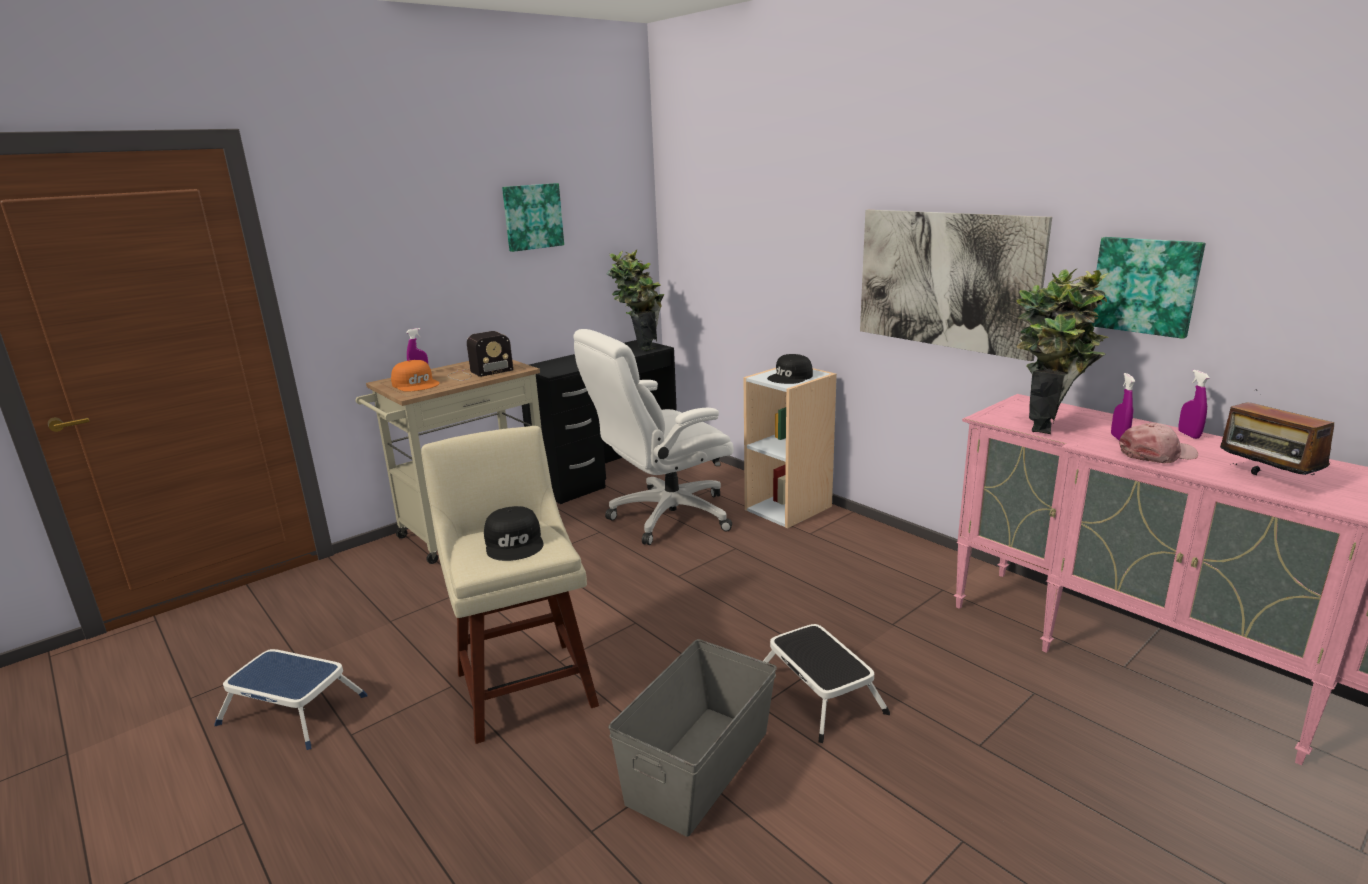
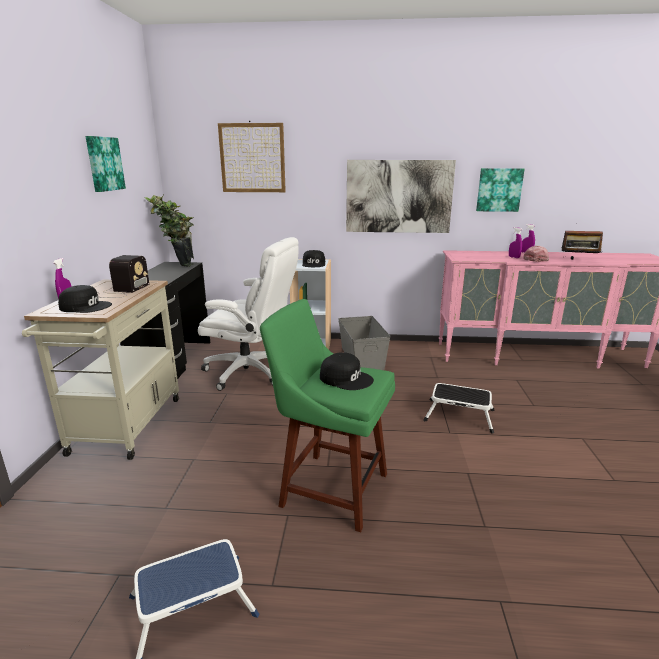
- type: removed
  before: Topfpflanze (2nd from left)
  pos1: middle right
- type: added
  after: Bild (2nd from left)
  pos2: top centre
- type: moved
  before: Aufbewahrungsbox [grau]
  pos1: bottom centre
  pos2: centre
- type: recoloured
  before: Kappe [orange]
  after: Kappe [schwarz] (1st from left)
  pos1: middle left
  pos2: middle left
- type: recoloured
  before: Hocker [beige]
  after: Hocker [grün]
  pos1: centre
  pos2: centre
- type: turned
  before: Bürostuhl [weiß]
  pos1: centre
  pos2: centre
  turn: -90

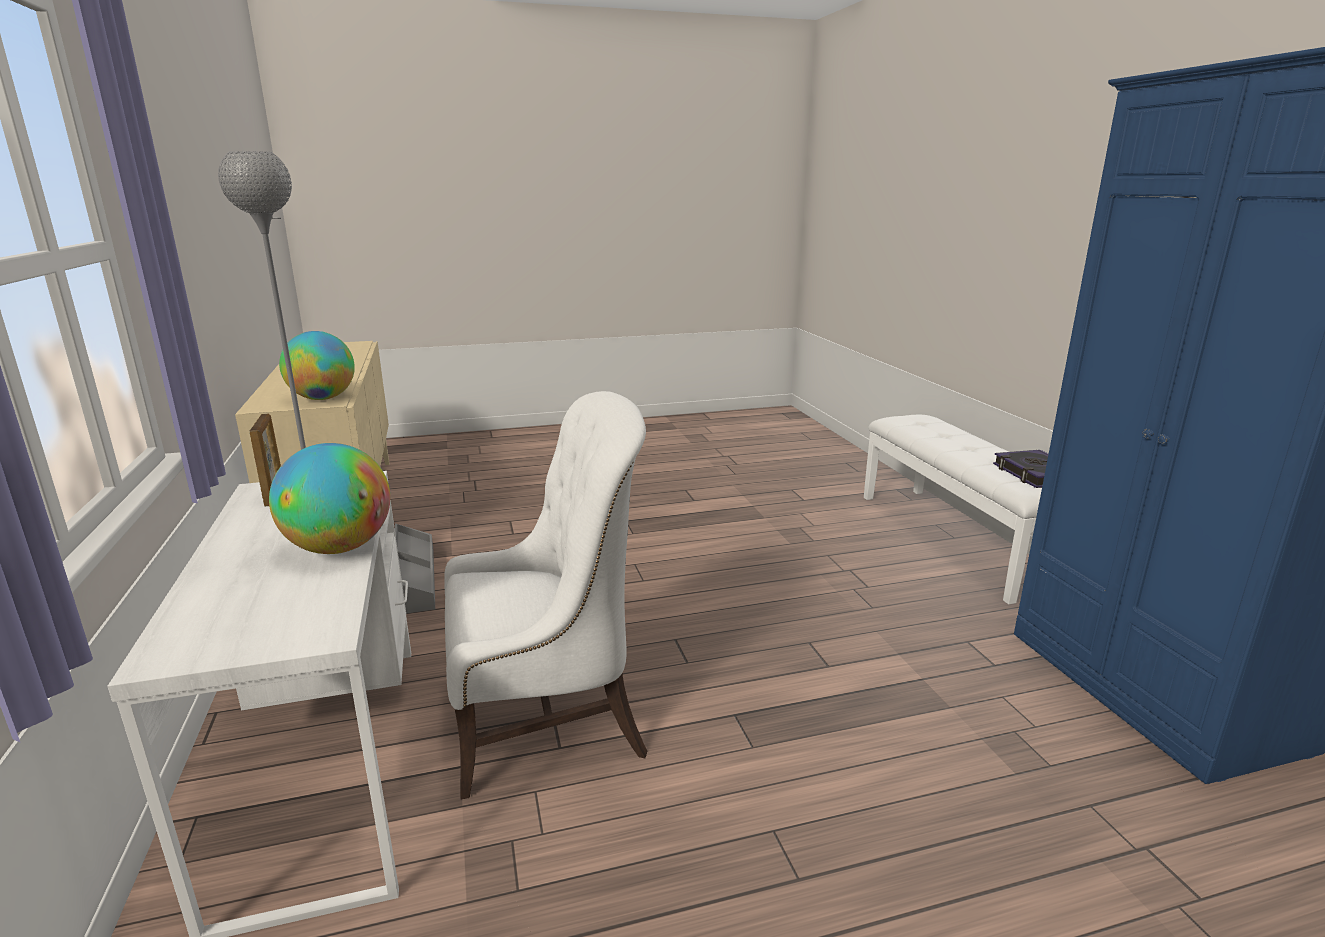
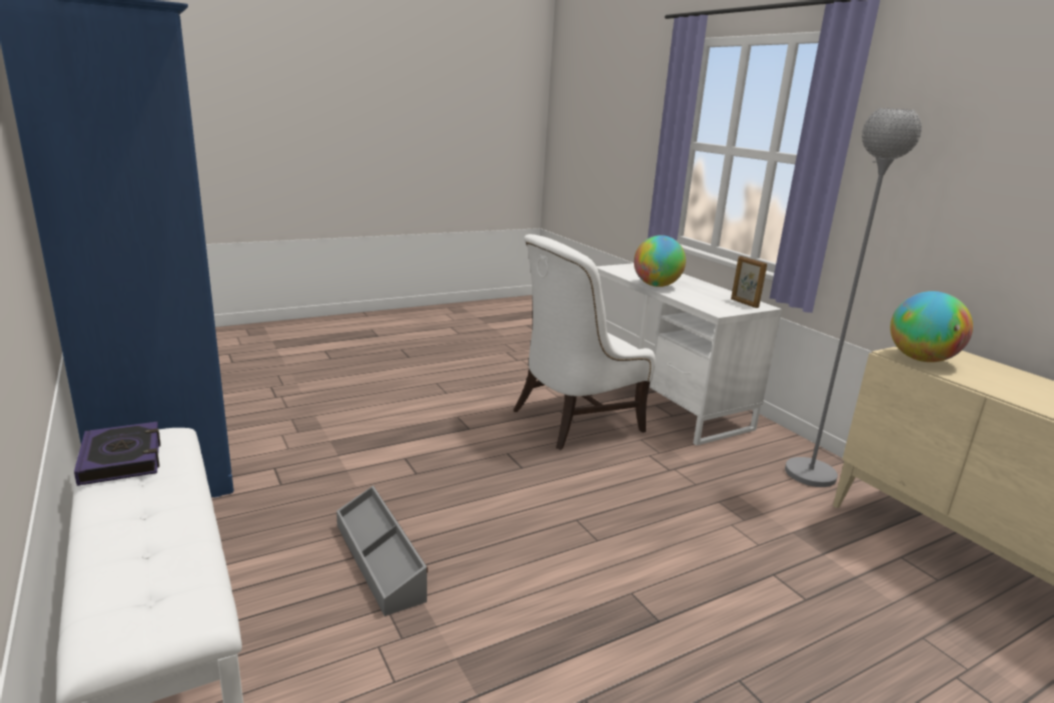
- type: moved
  before: Aufbewahrungsbox [grau]
  pos1: middle left
  pos2: bottom centre

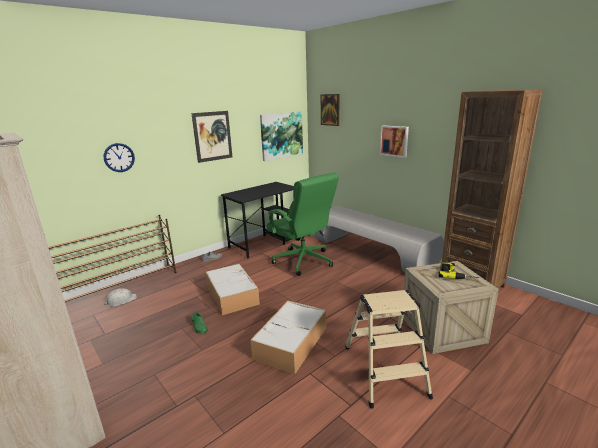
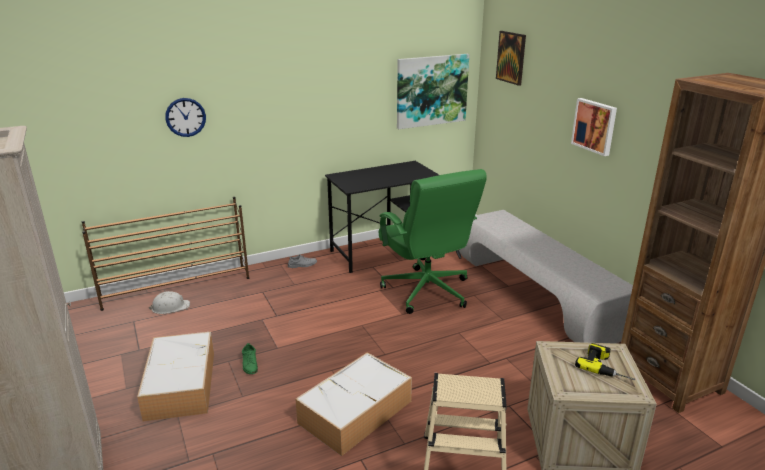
- type: removed
  before: Bild (1st from left)
  pos1: top centre
- type: moved
  before: Aufbewahrungsbox (1st from left)
  pos1: centre
  pos2: bottom left

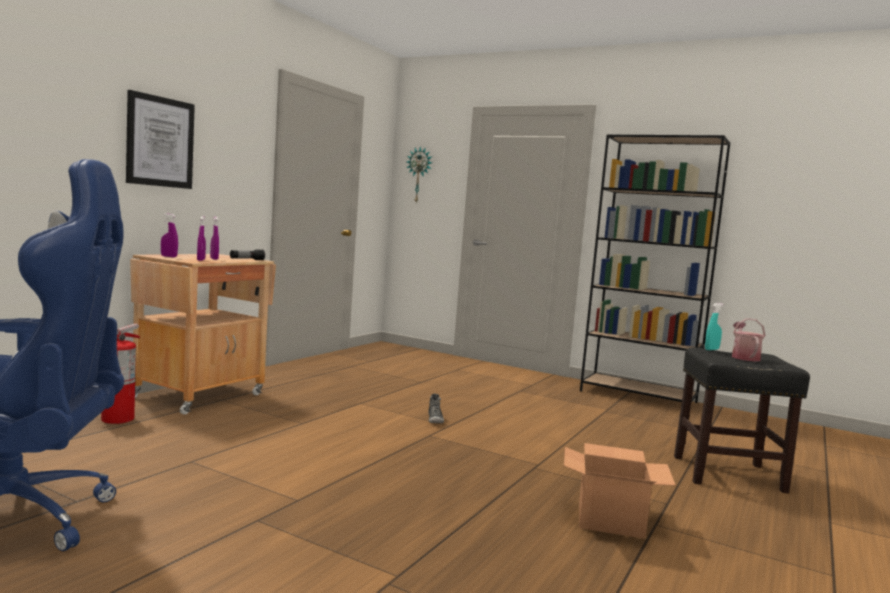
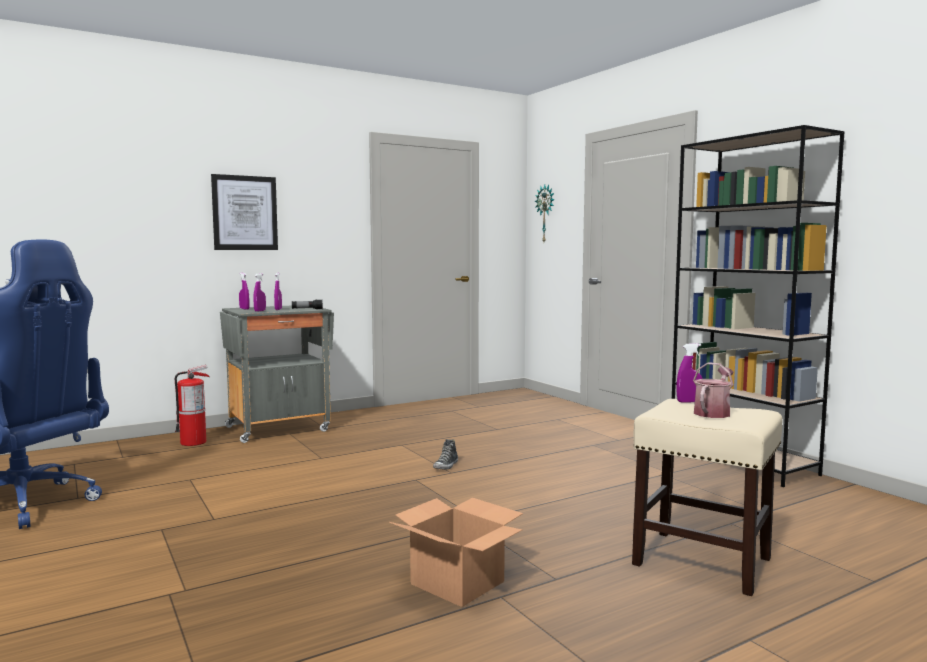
- type: recoloured
  before: Rollwagen [braun]
  after: Rollwagen [grau]
  pos1: middle left
  pos2: middle left
- type: recoloured
  before: Hocker [schwarz]
  after: Hocker [beige]
  pos1: bottom right
  pos2: bottom right
- type: recoloured
  before: Sprühflasche [türkis]
  after: Sprühflasche [lila] (4th from left)
  pos1: middle right
  pos2: middle right

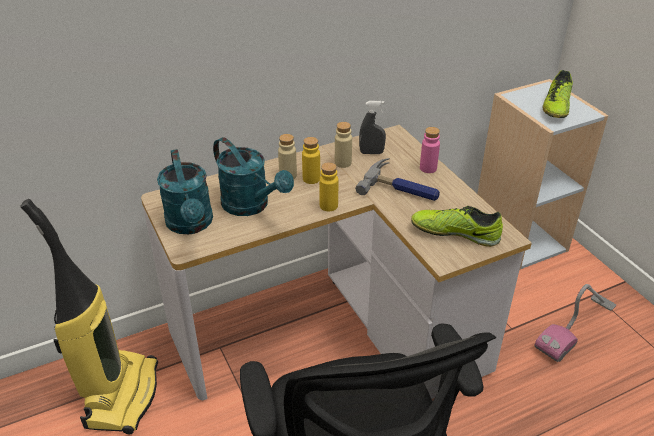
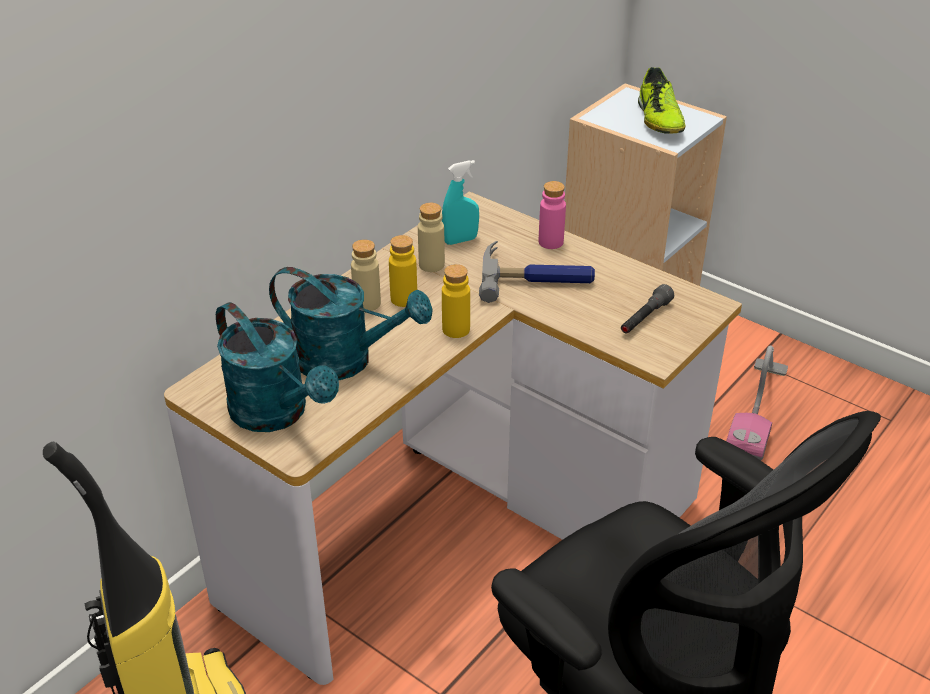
- type: replaced
  before: Schuh (1st from left)
  after: Taschenlampe [grau]
  pos1: middle right
  pos2: middle right
- type: recoloured
  before: Sprühflasche [grau]
  after: Sprühflasche [türkis]
  pos1: top centre
  pos2: top centre

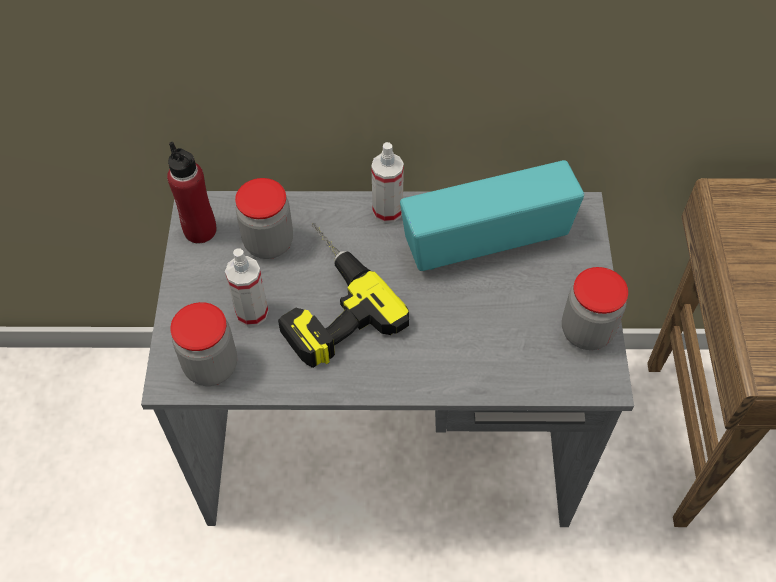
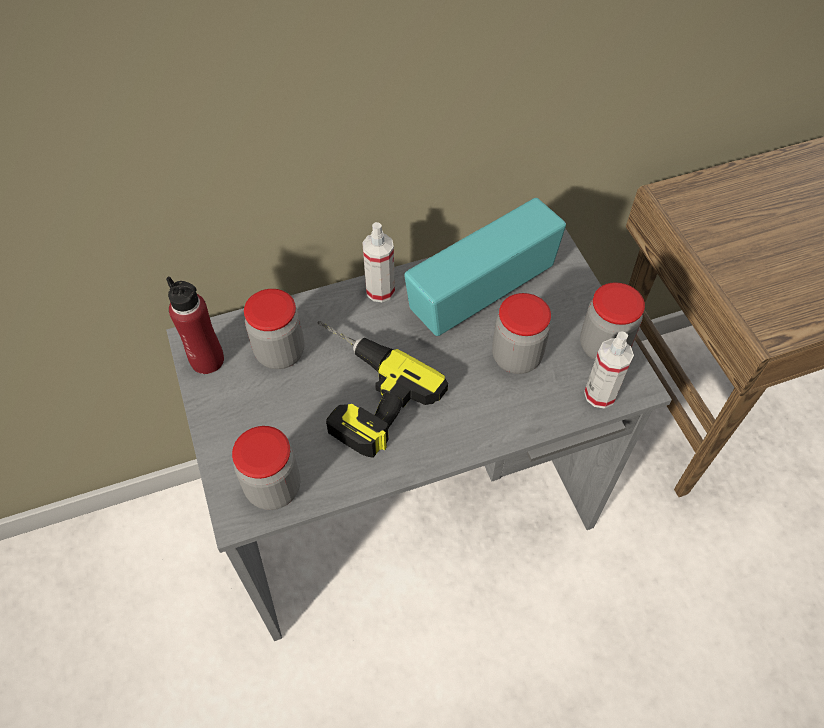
- type: added
  after: Vorratsglas (3rd from left)
  pos2: centre
- type: moved
  before: Sprühflasche (1st from left in the first image)
  after: Sprühflasche (2nd from left)
  pos1: middle left
  pos2: middle right

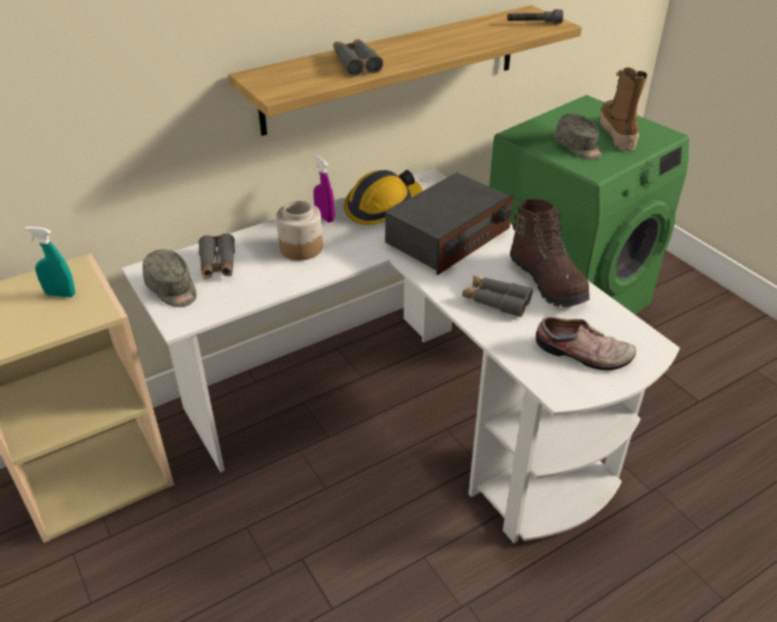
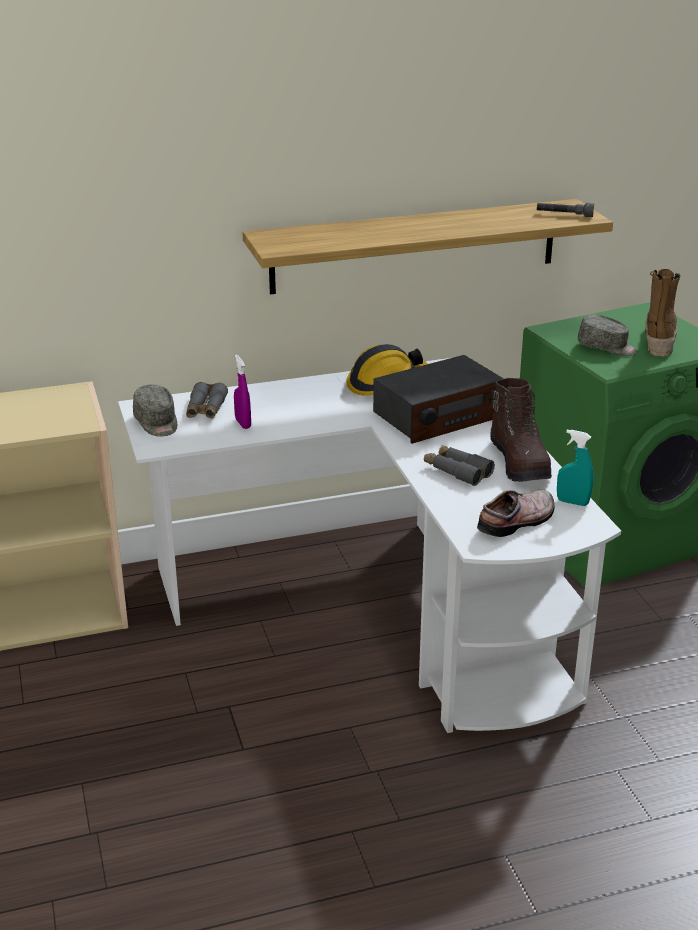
- type: removed
  before: Vorratsglas
  pos1: centre
- type: removed
  before: Fernglas [grau] (2nd from left)
  pos1: top centre
- type: moved
  before: Sprühflasche [türkis]
  pos1: middle left
  pos2: middle right
- type: moved
  before: Sprühflasche [lila]
  pos1: top centre
  pos2: centre
- type: turned
  before: Schuh
  pos1: middle right
  pos2: middle right
  turn: -75
- type: turned
  before: Kappe [grau] (2nd from left)
  pos1: top right
  pos2: middle right
  turn: -45

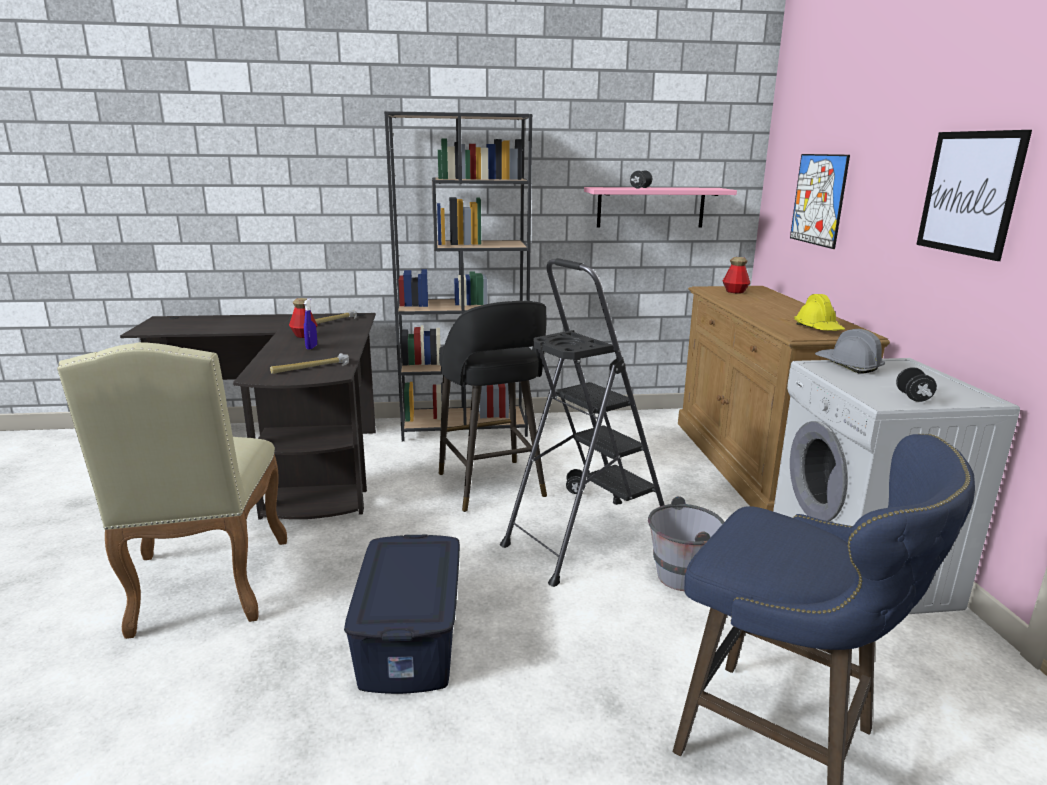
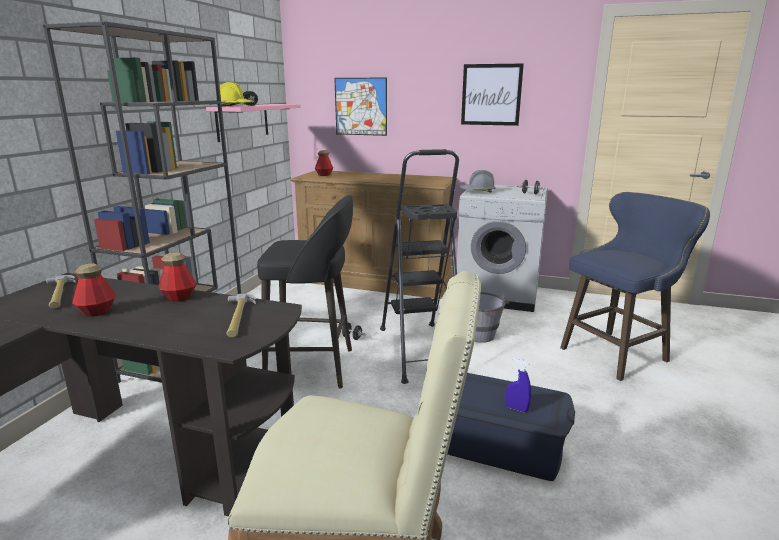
- type: added
  after: Flasche (2nd from left)
  pos2: middle left
- type: moved
  before: Sprühflasche [blau]
  pos1: middle left
  pos2: bottom centre
- type: moved
  before: Schutzhelm [gelb]
  pos1: middle right
  pos2: top left

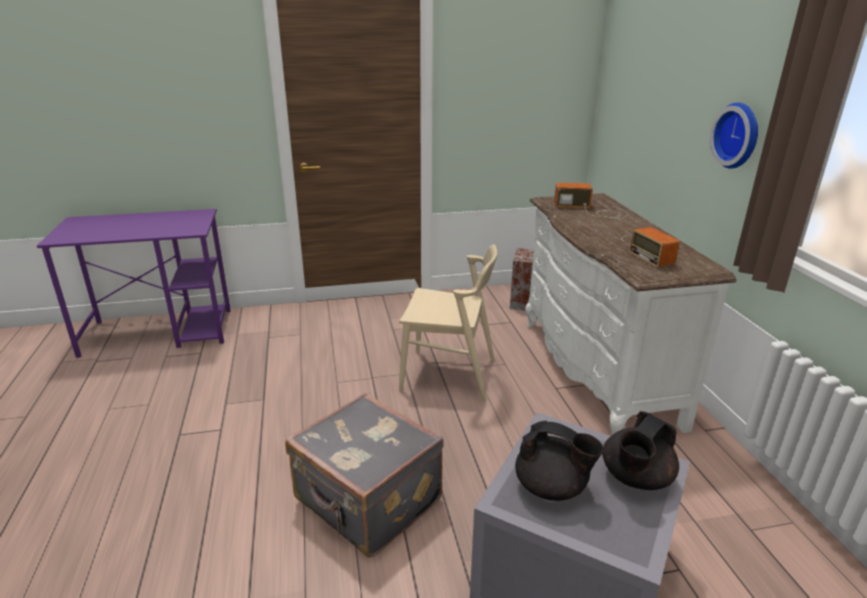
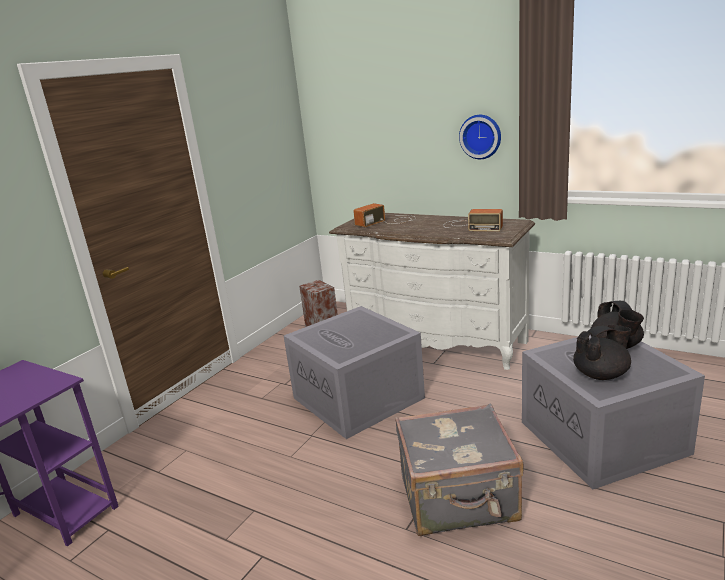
- type: replaced
  before: Stuhl [beige]
  after: Aufbewahrungsbox [grau] (1st from left)
  pos1: centre
  pos2: centre

